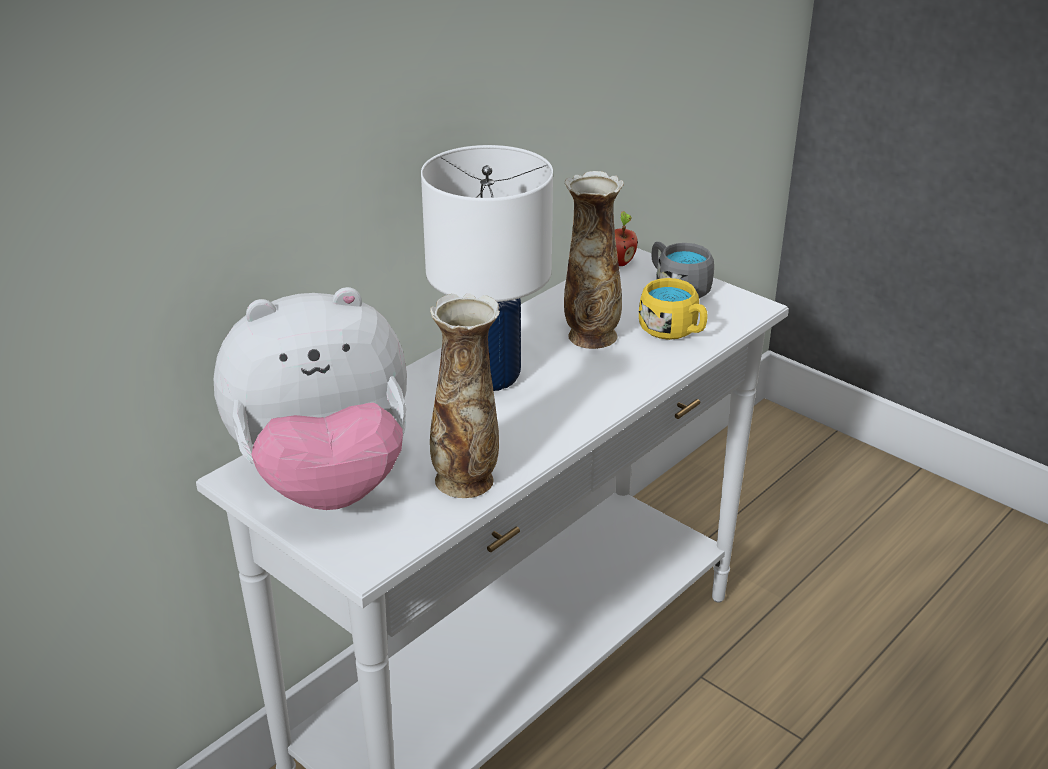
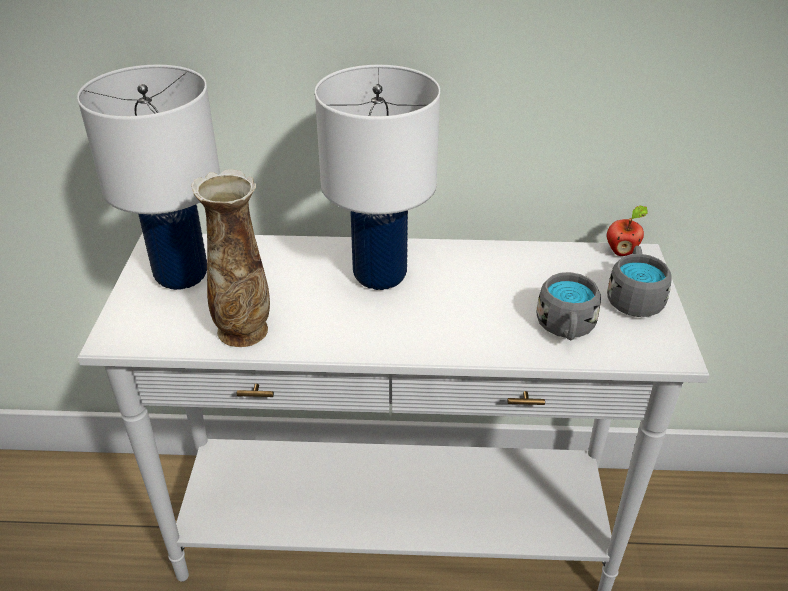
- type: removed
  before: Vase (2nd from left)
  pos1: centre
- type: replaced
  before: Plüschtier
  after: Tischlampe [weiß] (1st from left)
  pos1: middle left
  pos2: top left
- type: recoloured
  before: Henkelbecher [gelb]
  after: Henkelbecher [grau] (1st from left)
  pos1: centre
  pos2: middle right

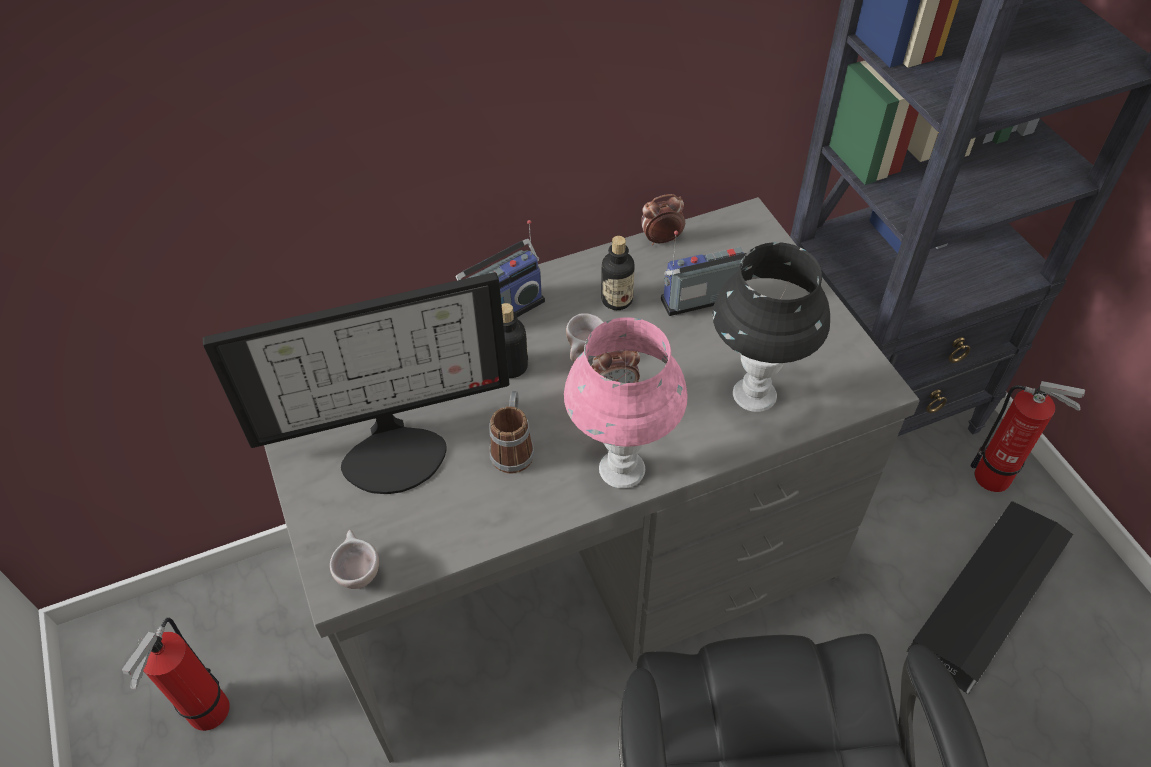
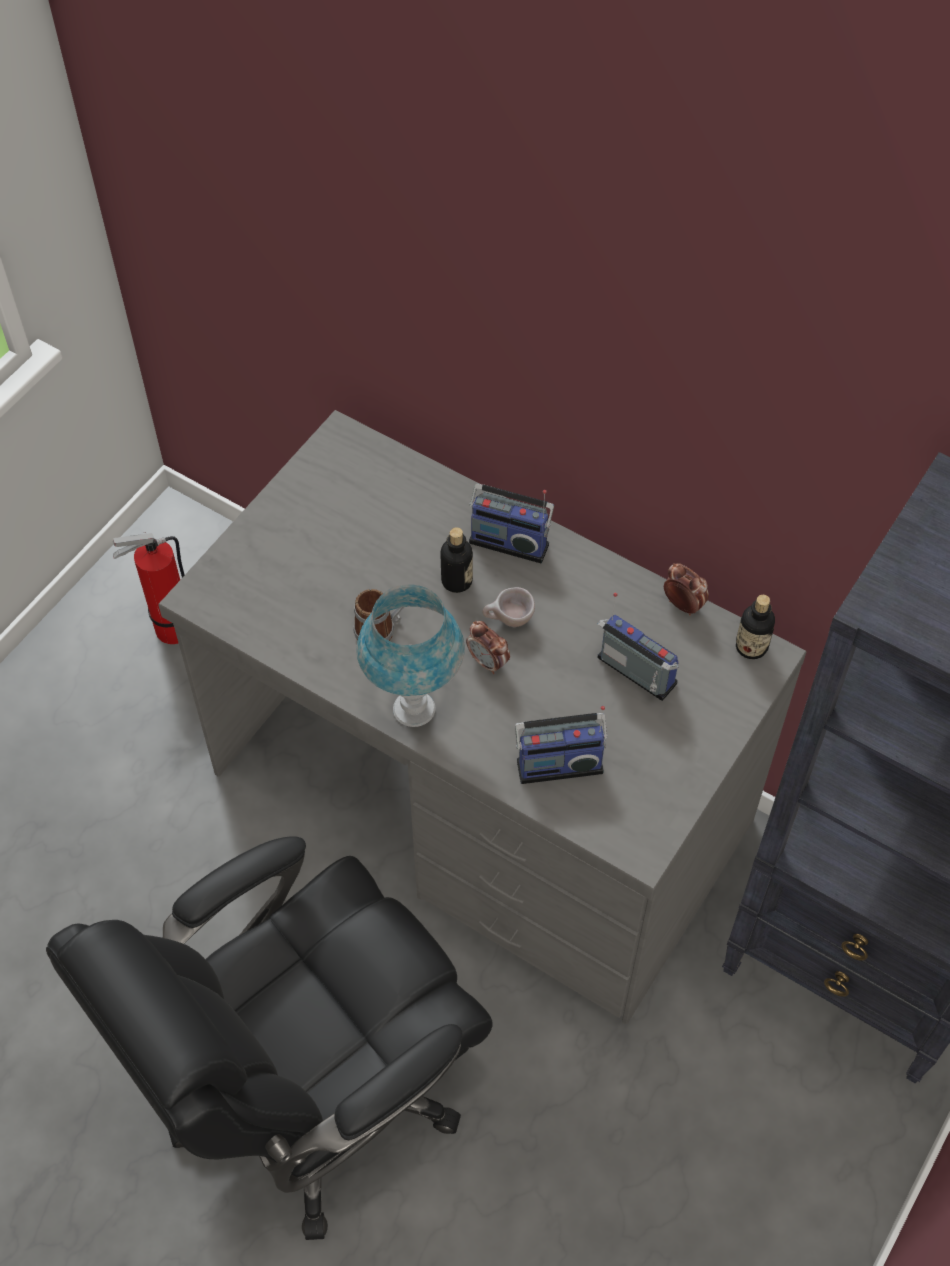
- type: removed
  before: Monitor
  pos1: middle left
- type: removed
  before: Tasse [beige] (1st from left)
  pos1: bottom left
- type: removed
  before: Aufbewahrungsbox [schwarz]
  pos1: bottom right
- type: removed
  before: Feuerlöscher (2nd from left)
  pos1: middle right
- type: moved
  before: Flasche (2nd from left)
  pos1: centre
  pos2: middle right
- type: replaced
  before: Tischlampe [schwarz]
  after: Radio (2nd from left)
  pos1: middle right
  pos2: centre
- type: recoloured
  before: Tischlampe [rosa]
  after: Tischlampe [blau]
  pos1: centre
  pos2: centre

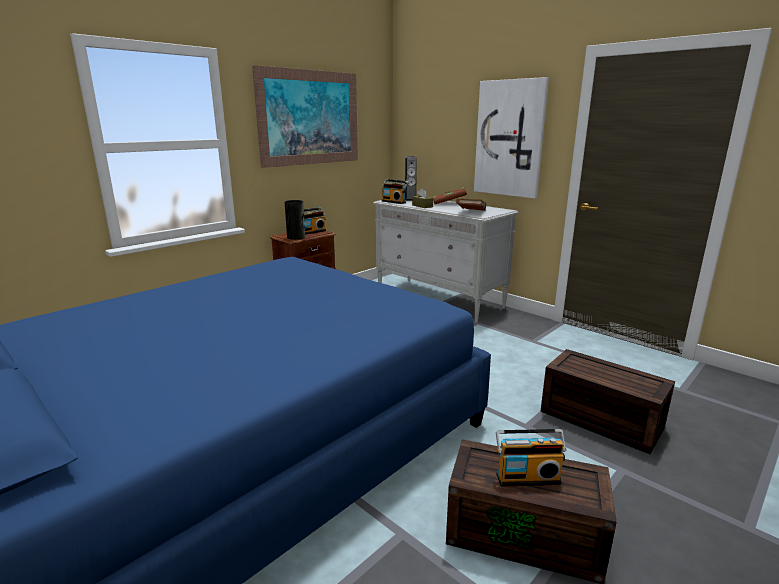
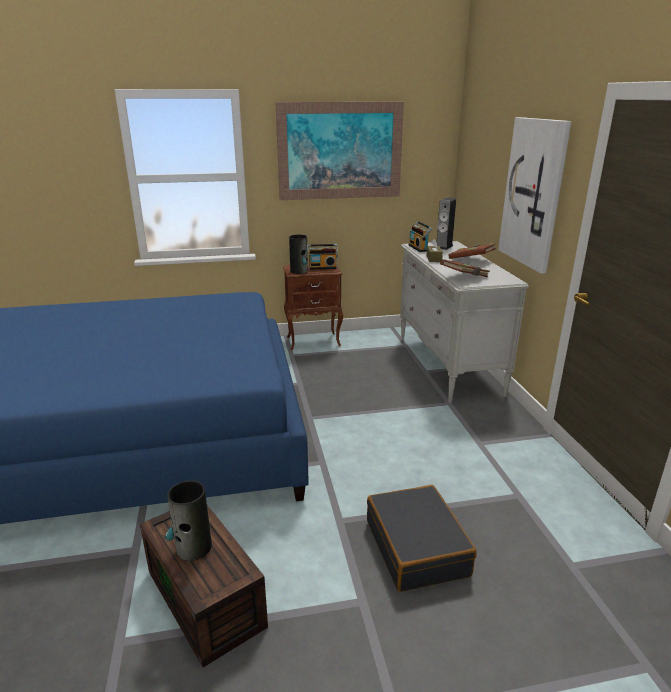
- type: replaced
  before: Radio (3rd from left)
  after: Vase (1st from left)
  pos1: bottom right
  pos2: bottom left
- type: replaced
  before: Aufbewahrungsbox [braun] (2nd from left)
  after: Koffer [schwarz]
  pos1: bottom right
  pos2: bottom centre

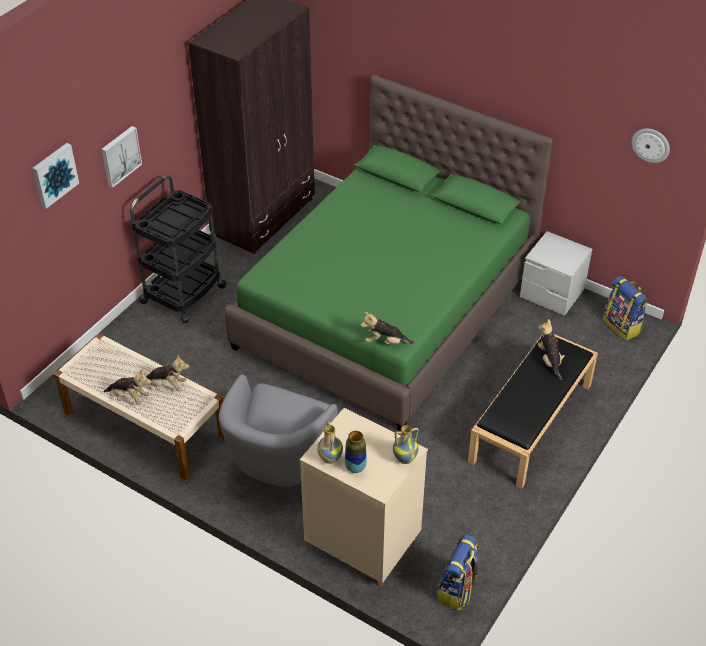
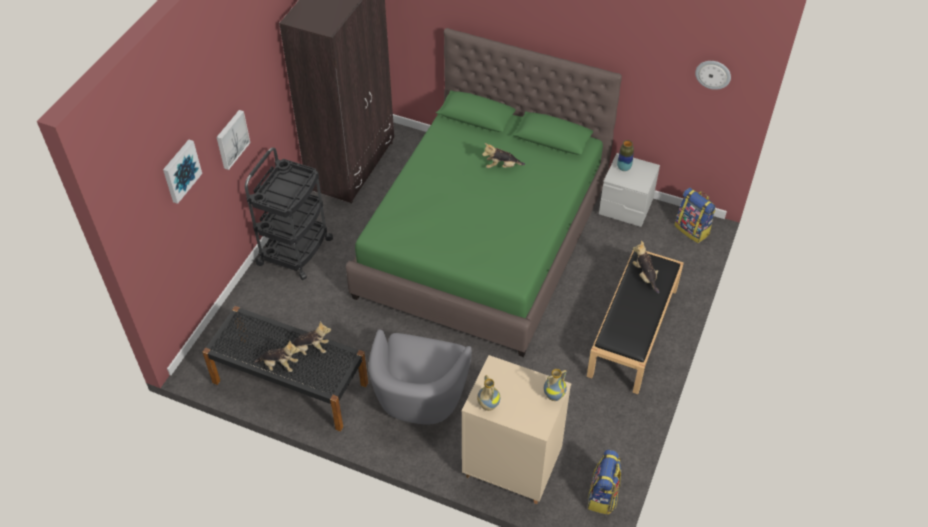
- type: moved
  before: Vase (2nd from left in the first image)
  after: Vase (3rd from left)
  pos1: bottom centre
  pos2: top right
- type: moved
  before: Plüschtier (3rd from left)
  pos1: centre
  pos2: top centre
- type: recoloured
  before: Bank [beige]
  after: Bank [schwarz] (1st from left)
  pos1: middle left
  pos2: bottom left

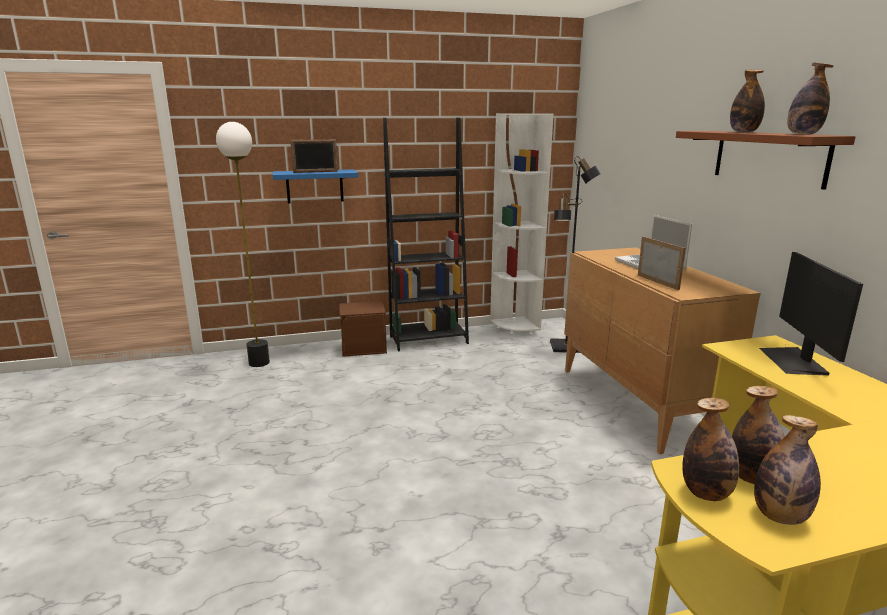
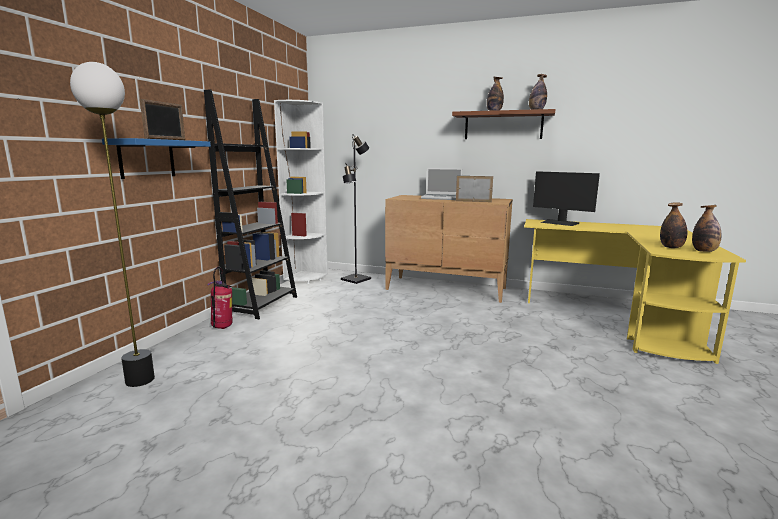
- type: removed
  before: Flasche (1st from left)
  pos1: bottom right
- type: replaced
  before: Aufbewahrungsbox [braun]
  after: Feuerlöscher
  pos1: centre
  pos2: middle left

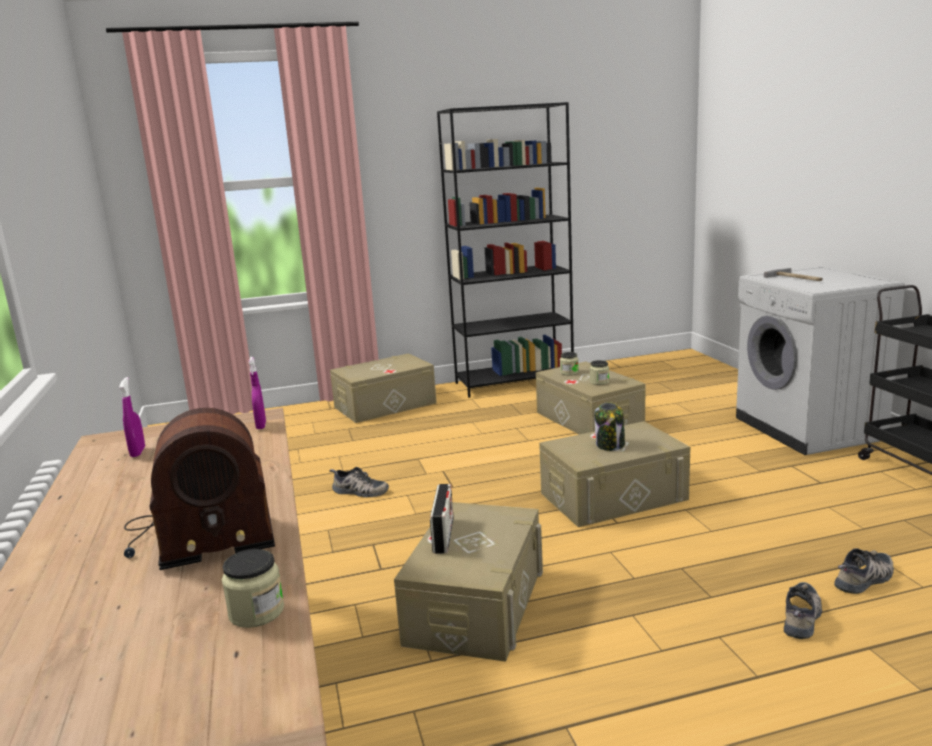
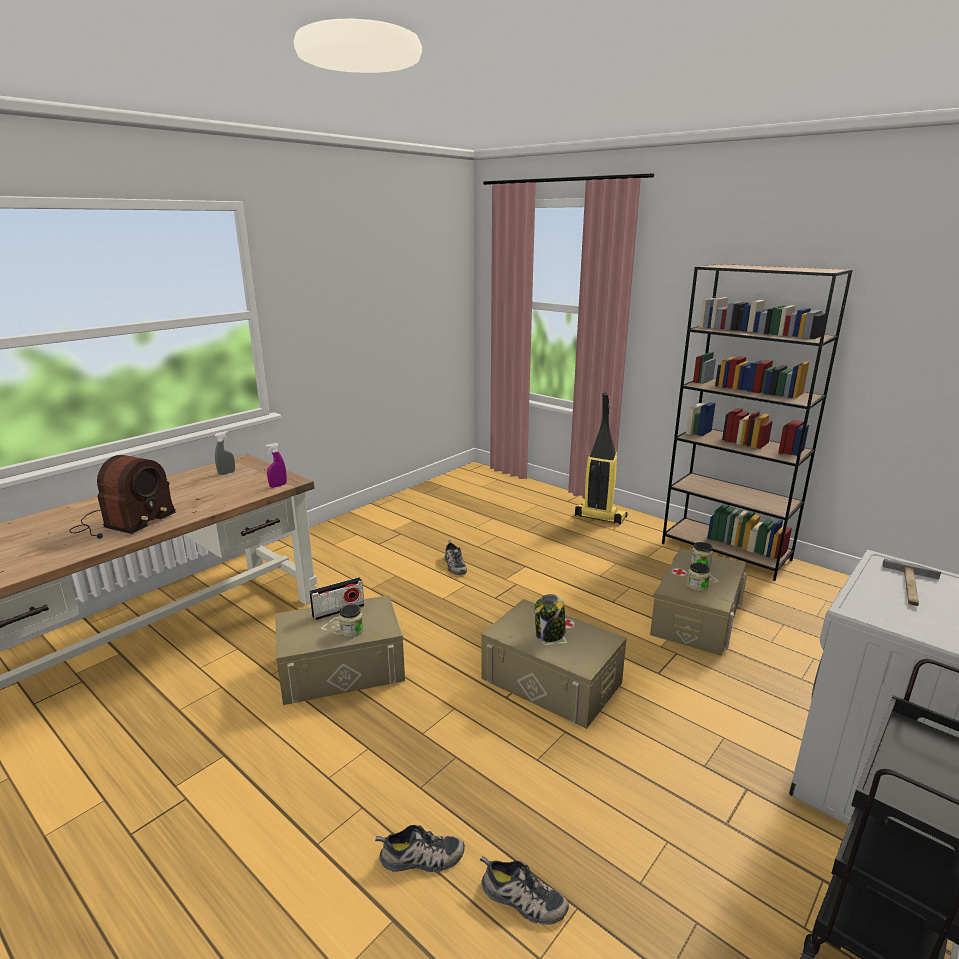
- type: moved
  before: Vorratsglas (1st from left)
  pos1: bottom left
  pos2: centre
- type: replaced
  before: Aufbewahrungsbox [beige] (1st from left)
  after: Staubsauger
  pos1: centre
  pos2: centre
- type: recoloured
  before: Sprühflasche [lila] (1st from left)
  after: Sprühflasche [grau]
  pos1: middle left
  pos2: middle left
- type: recoloured
  before: Bücherregal [schwarz]
  after: Bücherregal [beige]
  pos1: centre
  pos2: middle right
- type: turned
  before: Radio (1st from left)
  pos1: middle left
  pos2: middle left
  turn: -105

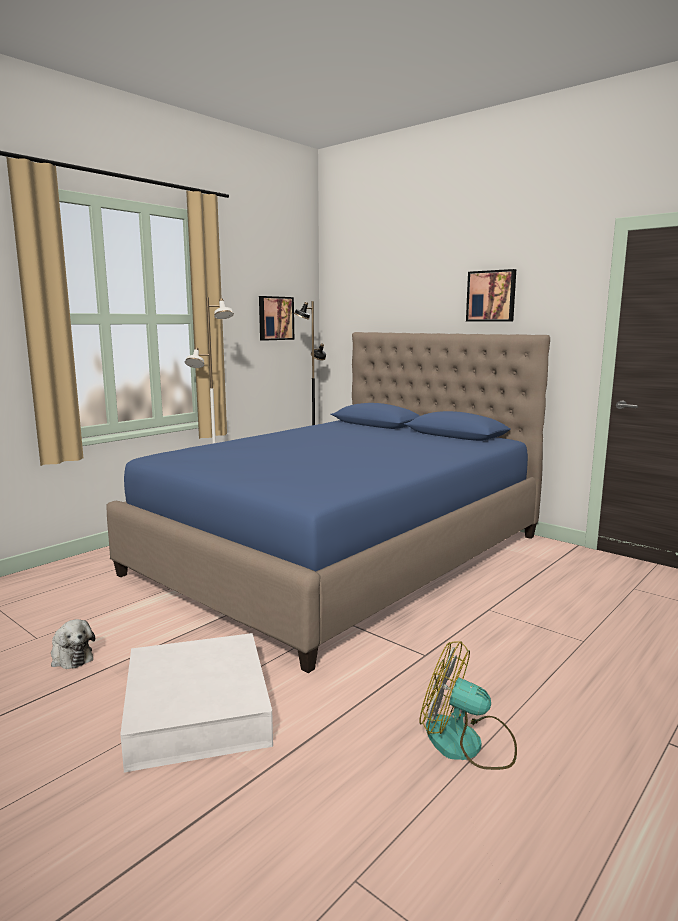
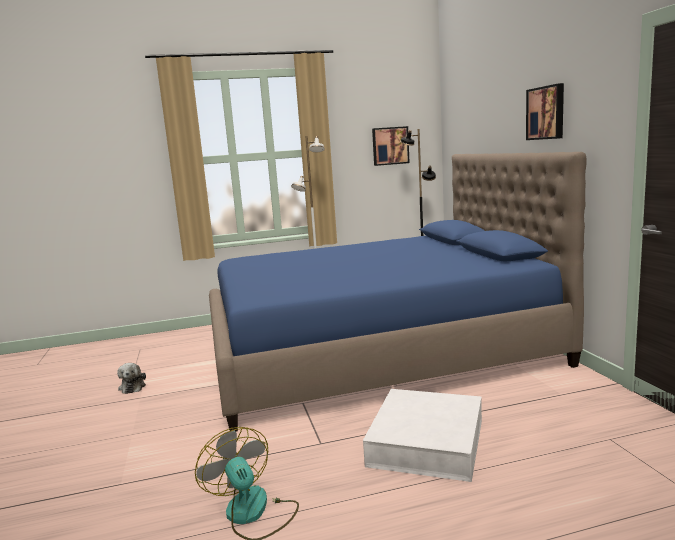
- type: moved
  before: Aufbewahrungsbox [weiß]
  pos1: bottom left
  pos2: bottom centre

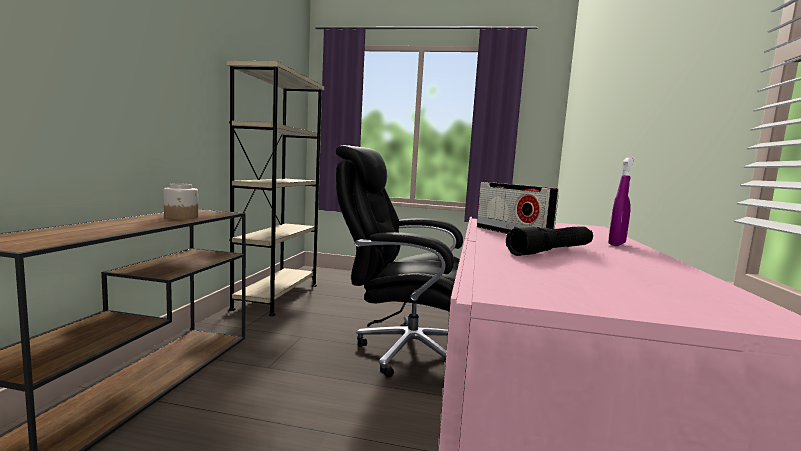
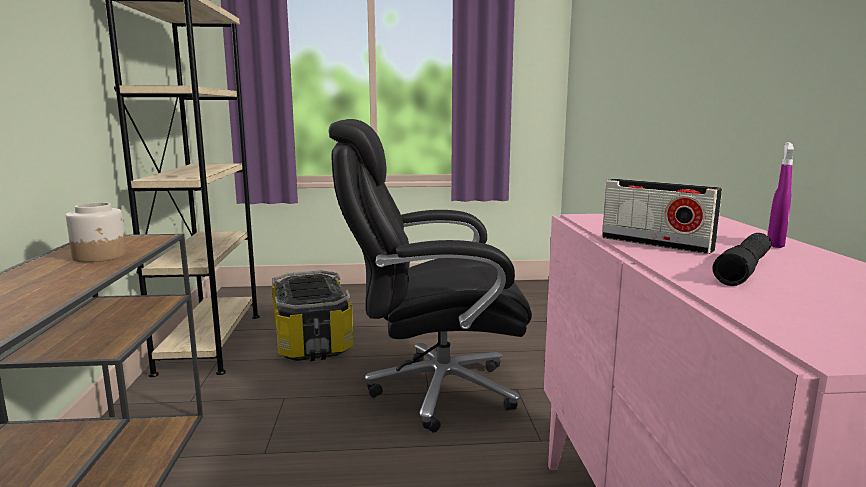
- type: added
  after: Aufbewahrungsbox
  pos2: centre

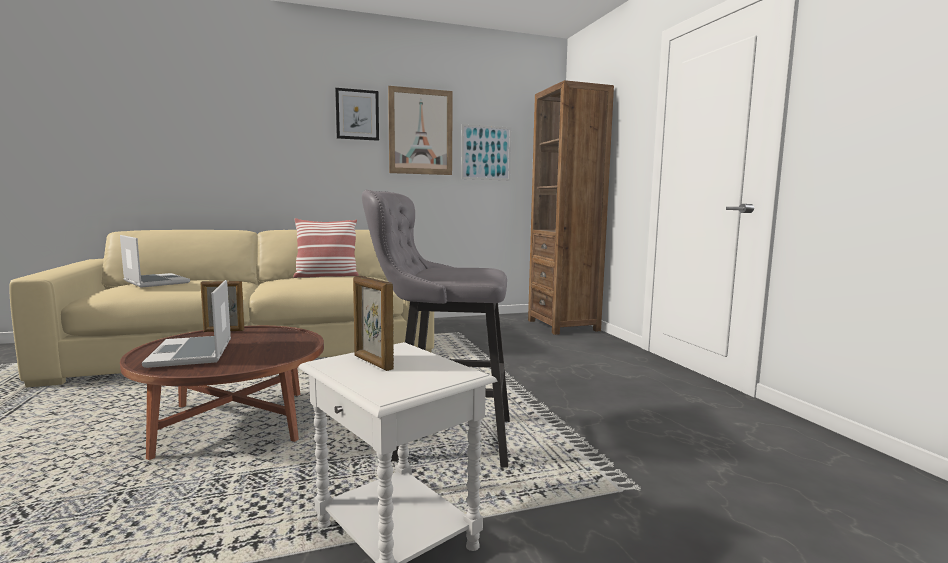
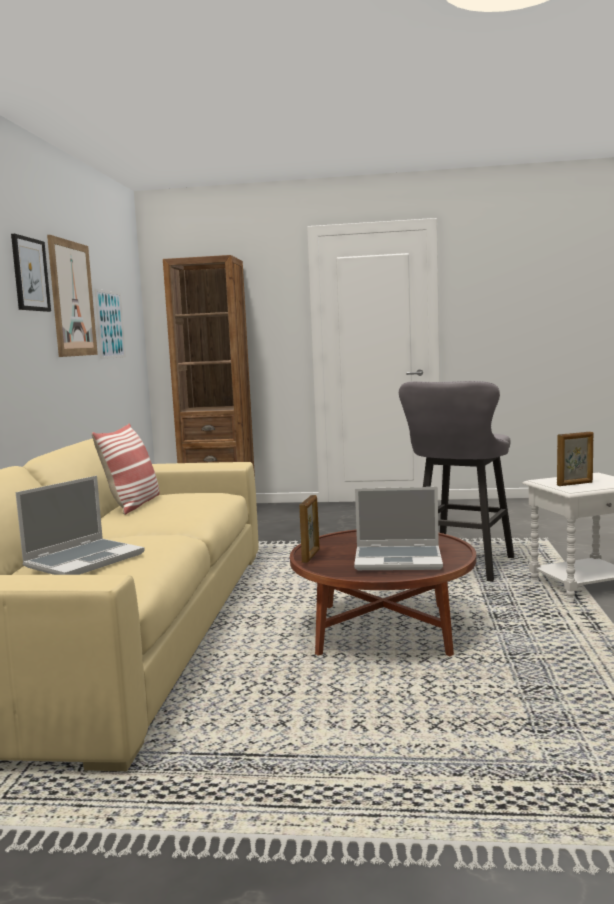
- type: turned
  before: Laptop (1st from left)
  pos1: middle left
  pos2: middle left
  turn: 150

